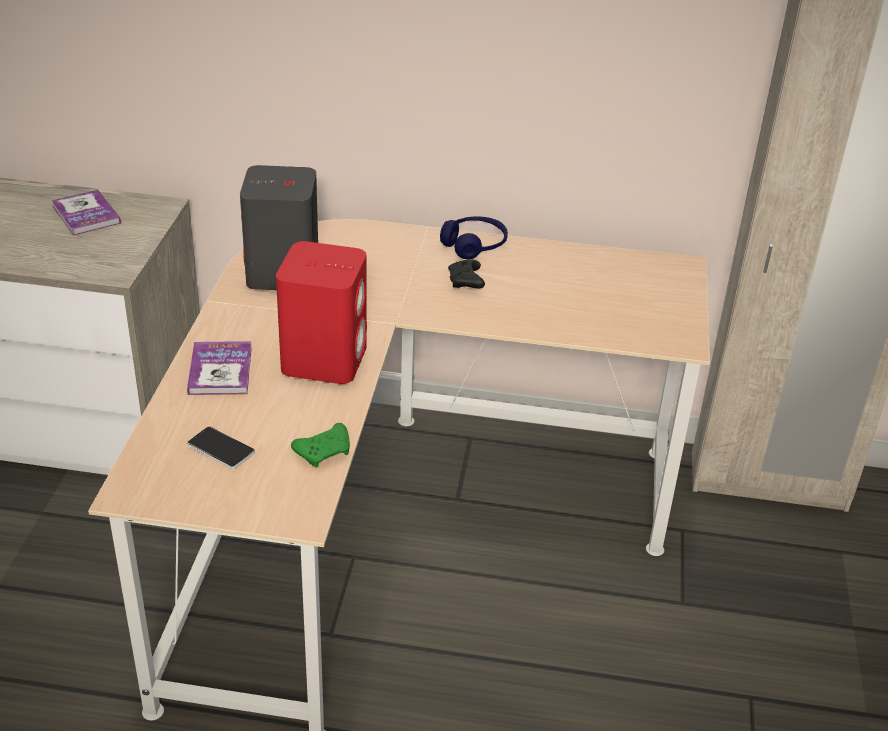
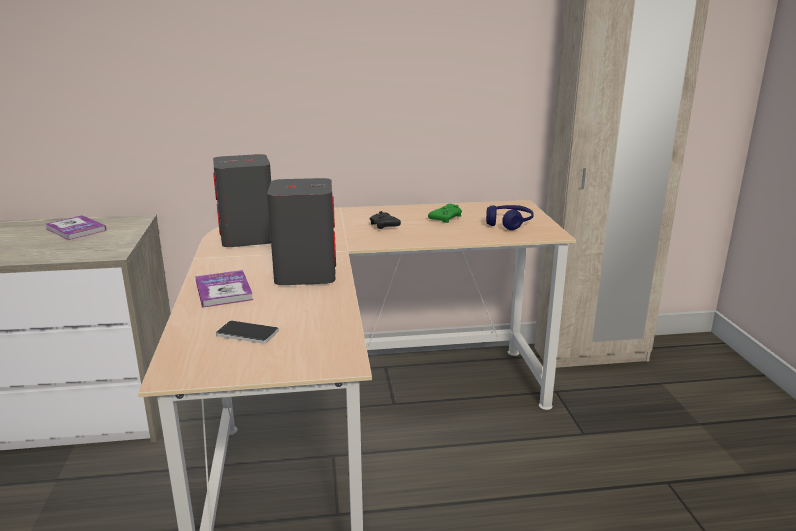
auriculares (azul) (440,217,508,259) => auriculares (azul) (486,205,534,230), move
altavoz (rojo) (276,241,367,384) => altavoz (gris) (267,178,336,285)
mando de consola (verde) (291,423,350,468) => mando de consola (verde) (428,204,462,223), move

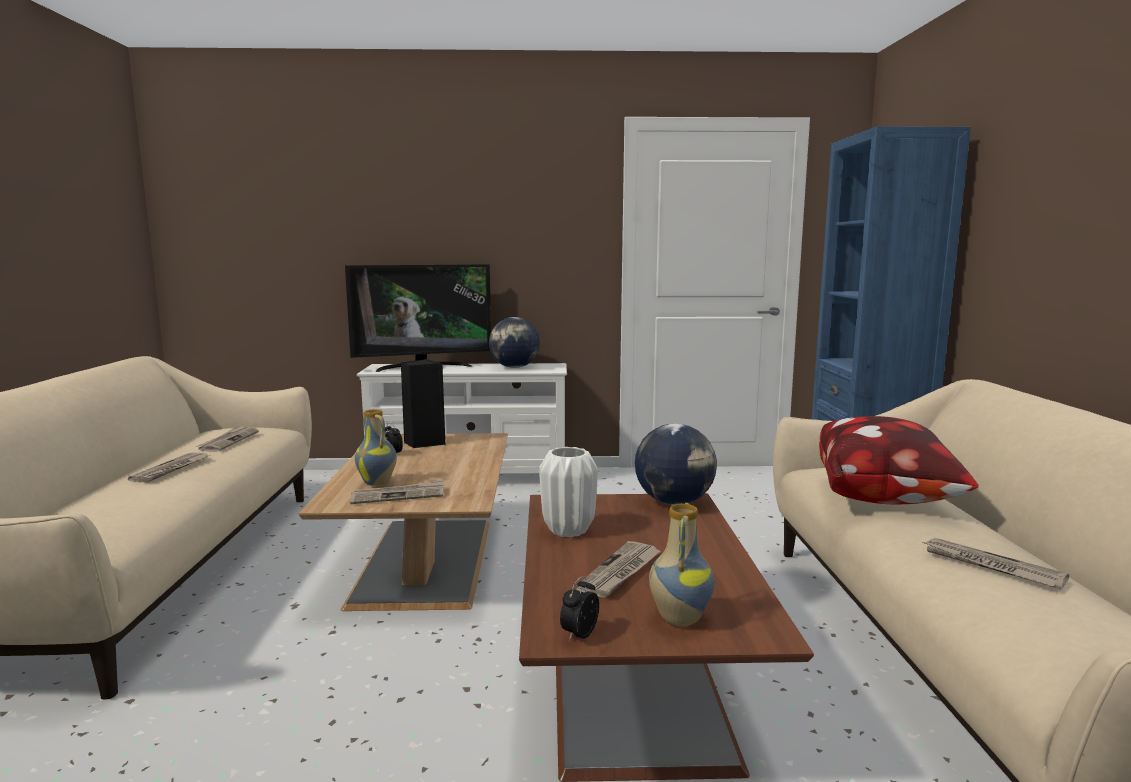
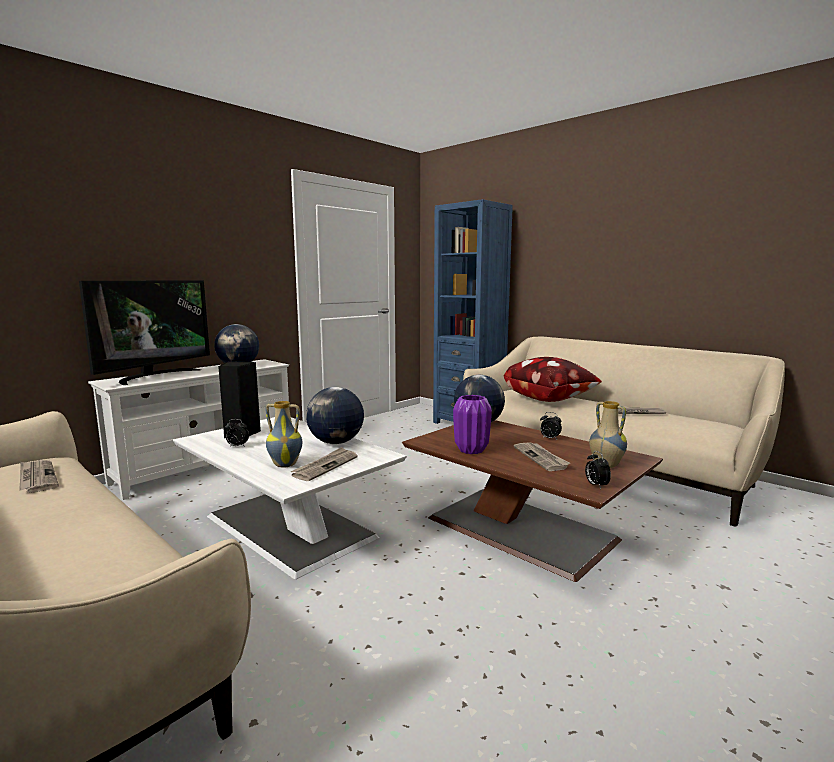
mesa de centro (marrón) (299,433,508,611) => mesa de centro (blanco) (173,417,407,579)
florero (blanco) (539,447,598,537) => florero (morado) (453,395,492,454)
periódico (128,452,209,482) => nothing
nothing => globo terráqueo (306,387,364,444)
nothing => despertador (540,412,562,439)

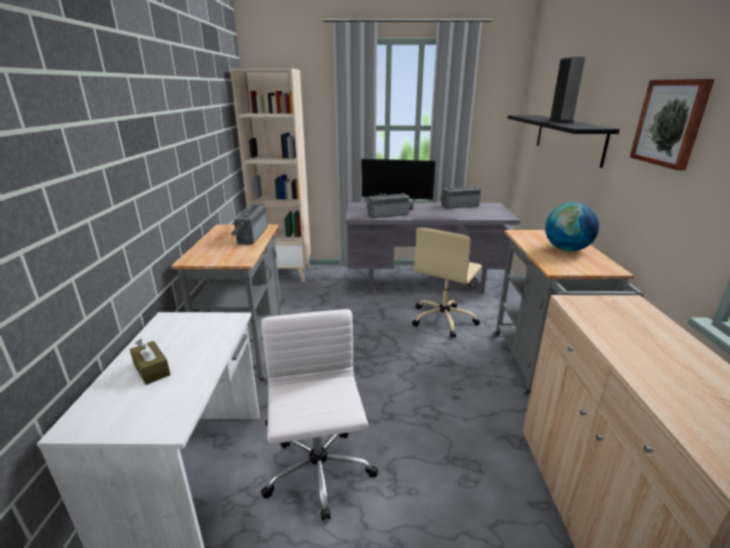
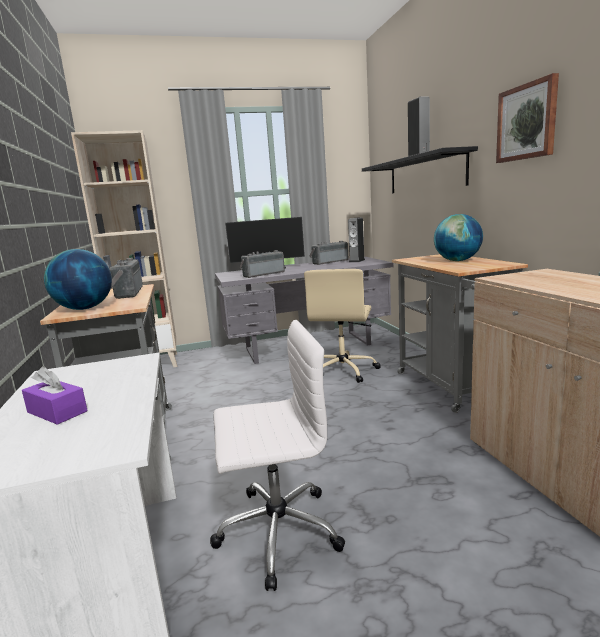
silla de oficina (blanco) (261,309,378,521) => silla de oficina (blanco) (210,320,345,591), 105 degrees clockwise
caja de pañuelos (marrón) (130,339,171,385) => caja de pañuelos (morado) (22,366,88,425)
nothing => altavoz (348,217,365,262)
nothing => globo terráqueo (44,249,112,310)

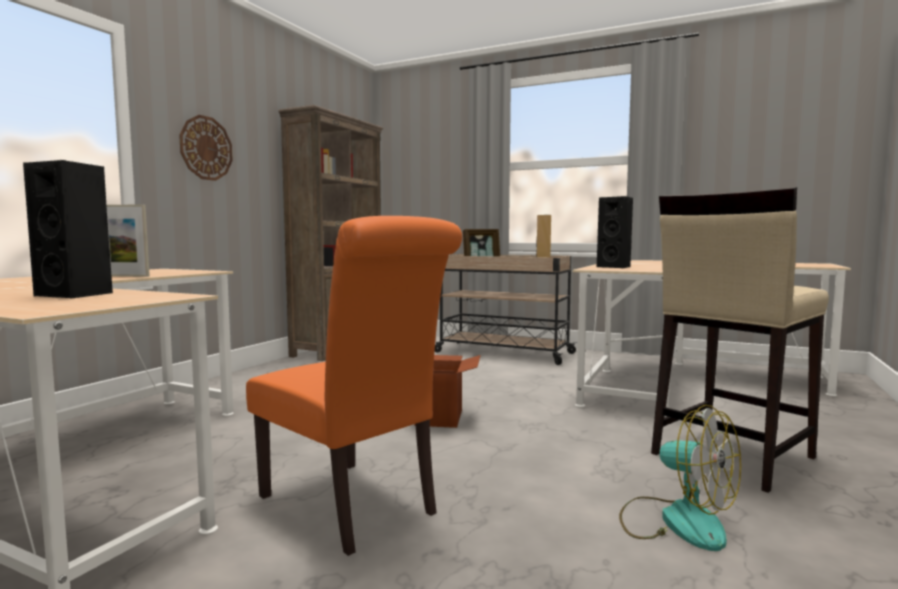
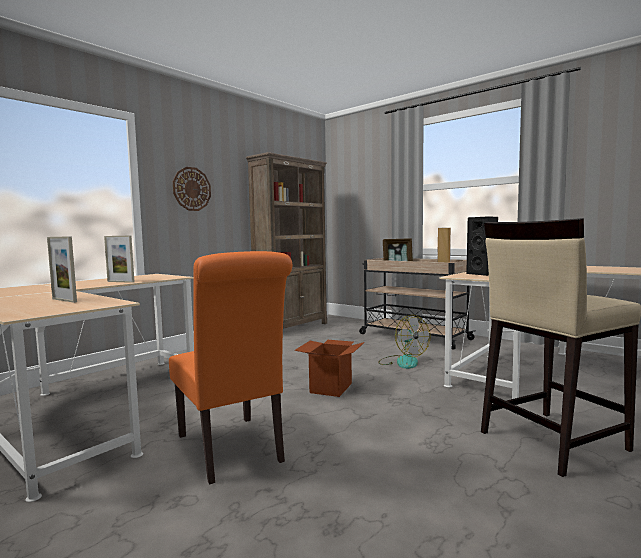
altavoz (negro) (23,160,113,299) => portarretratos (47,236,77,303)
ventilador (619,405,741,551) => ventilador (378,315,431,369), move

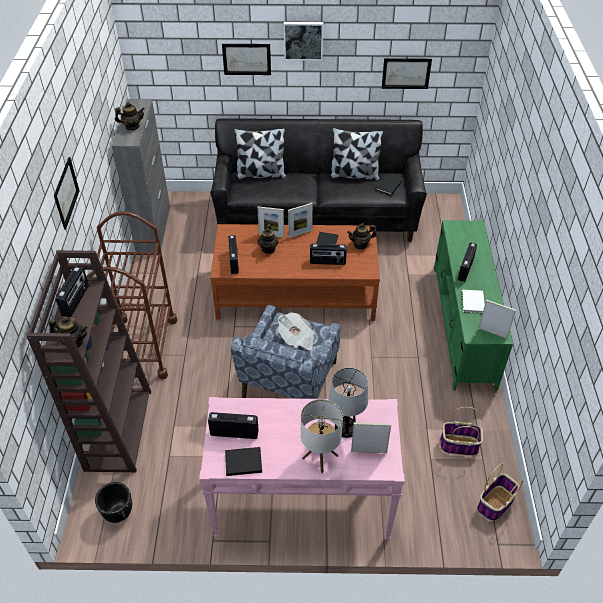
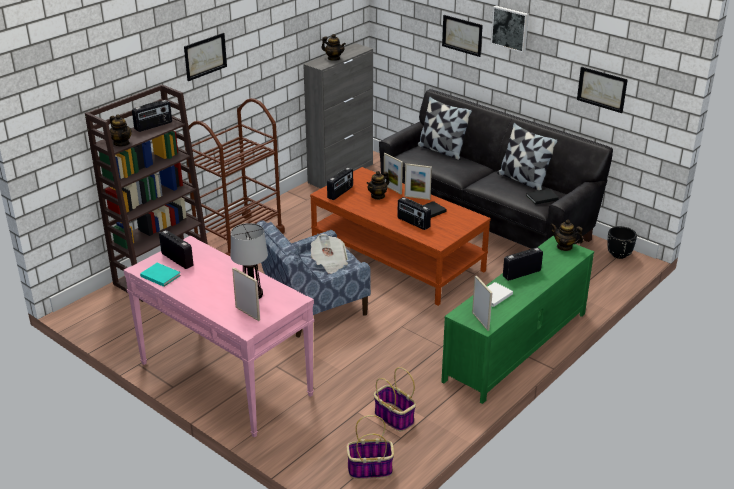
tetera (347,223,376,249) => tetera (551,220,583,251), move
lámpara de mesa (301,399,343,473) => nothing
libro (negro) (225,447,262,476) => libro (turquesa) (140,263,181,287)
maceta (negro) (95,482,132,523) => maceta (negro) (607,226,637,259), move

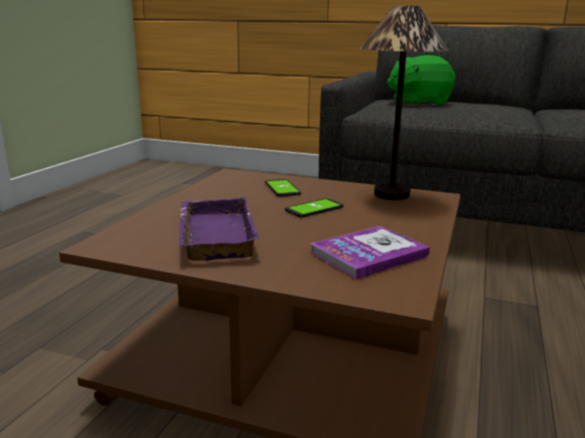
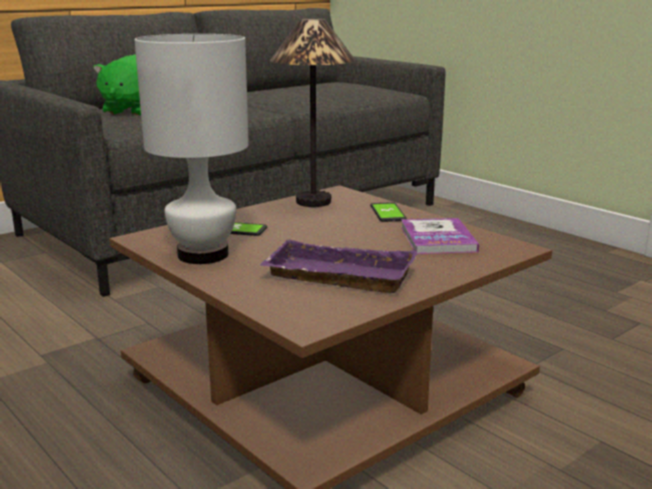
móvil (285,198,344,218) => móvil (370,202,407,222), move
nothing => lámpara de mesa (blanco) (135,34,249,264)

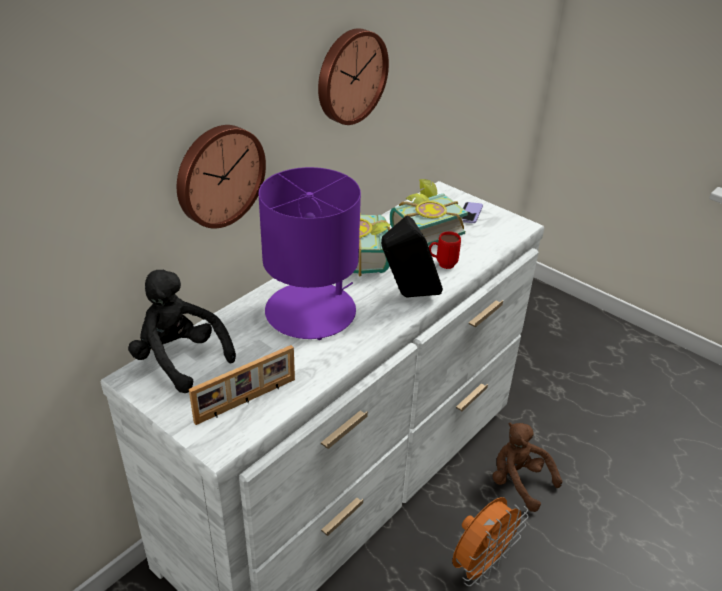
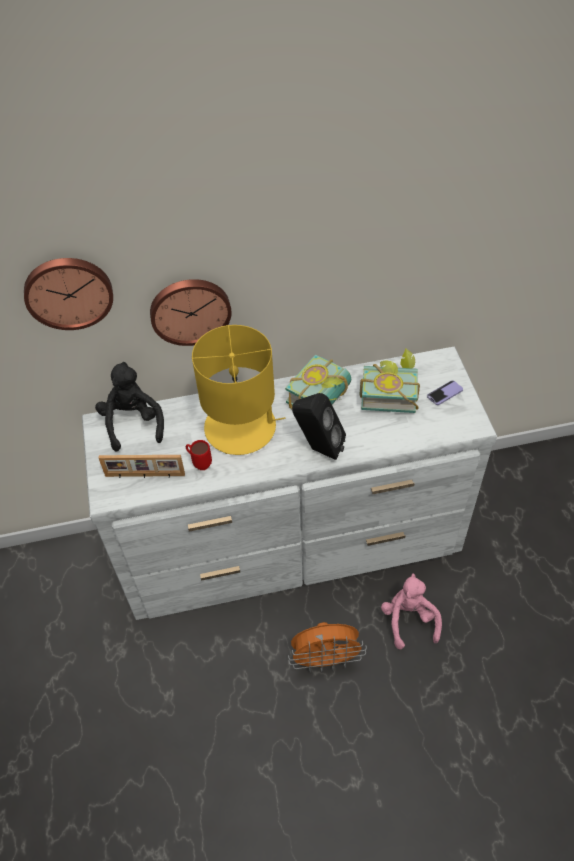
reloj de pared (318,28,389,125) => reloj de pared (24,258,113,330), move
lámpara de mesa (morado) (258,167,361,340) => lámpara de mesa (amarillo) (192,325,286,455)
taza grande (rojo) (429,231,461,269) => taza grande (rojo) (186,440,212,470), move
peluche (marrón) (493,423,563,512) => peluche (rosa) (381,574,442,650)

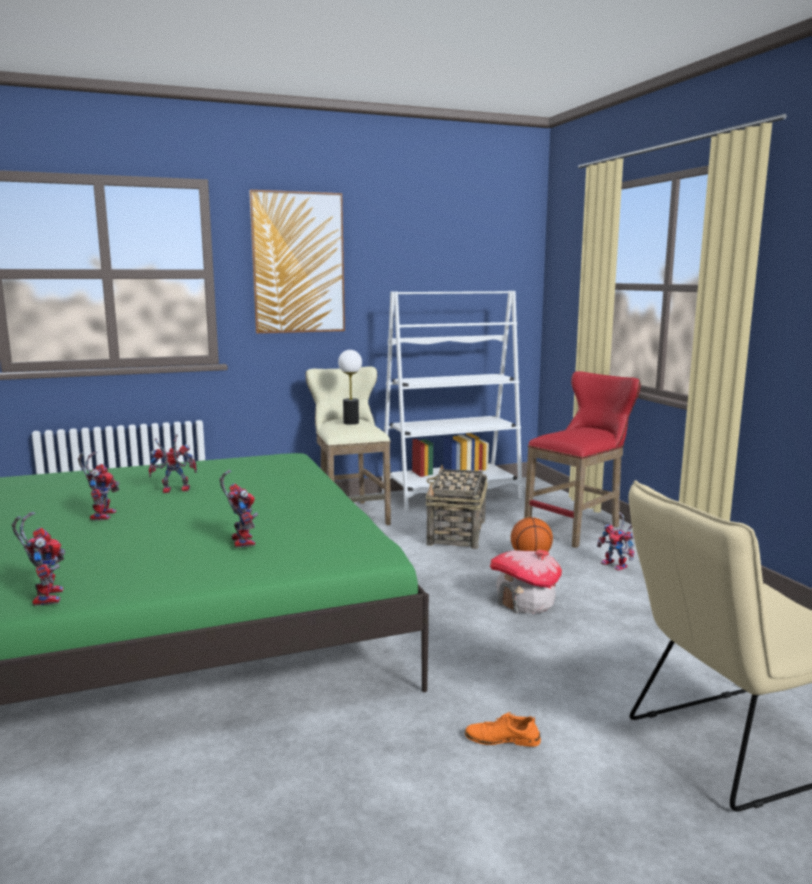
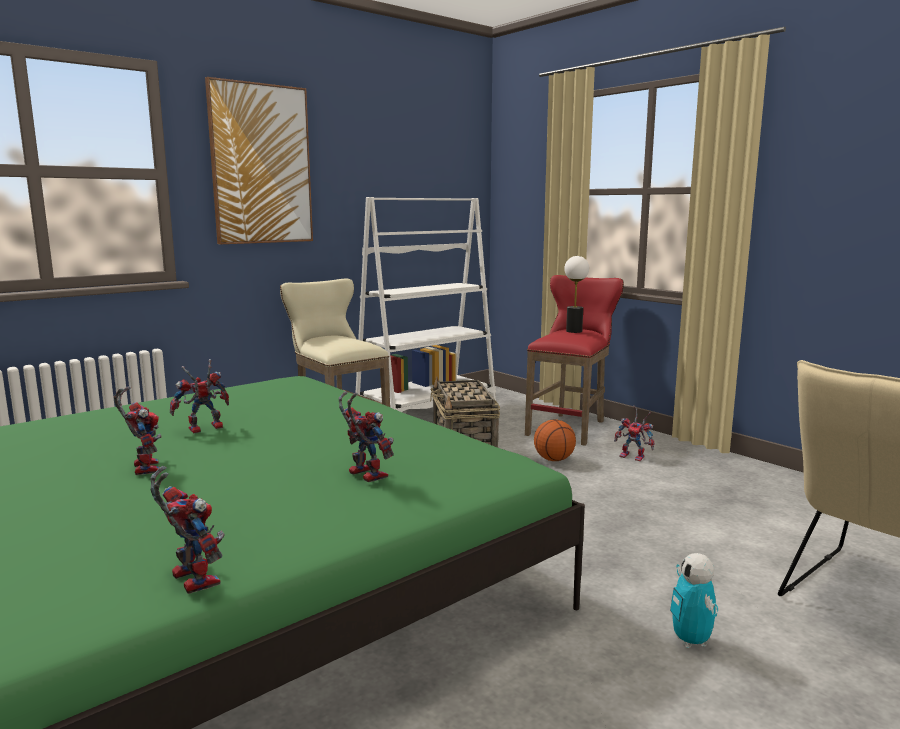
lámpara de mesa (338,350,362,425) => lámpara de mesa (564,256,589,333), move
casita (490,550,562,613) => nothing
zapato (naranja) (465,712,541,747) => robot de juguete (670,553,718,648)

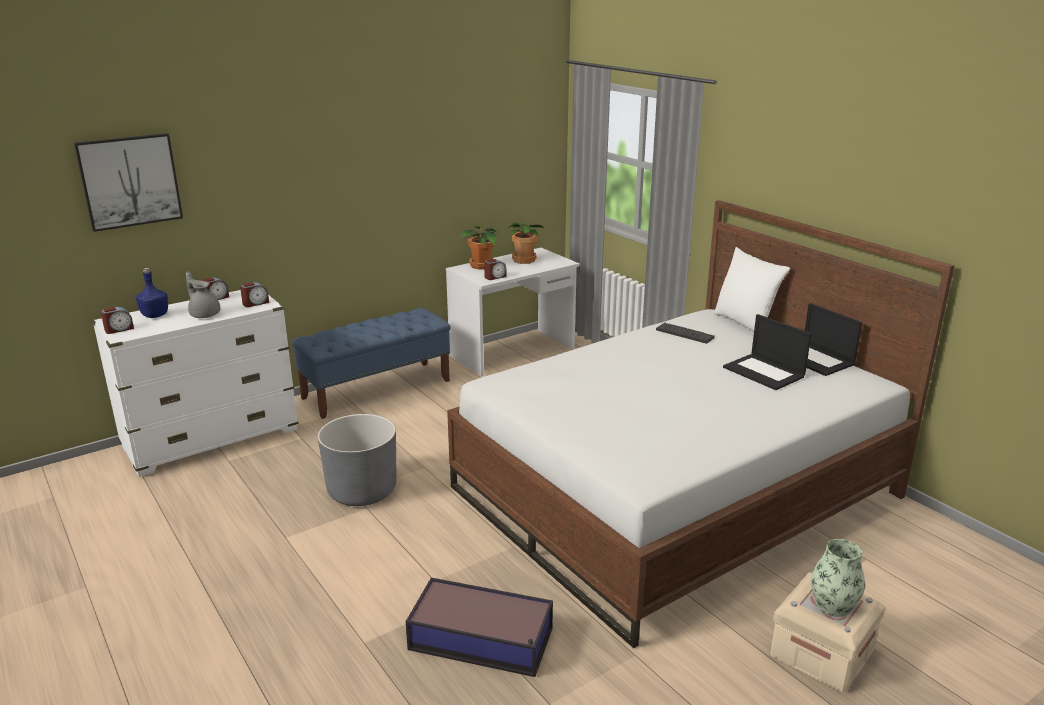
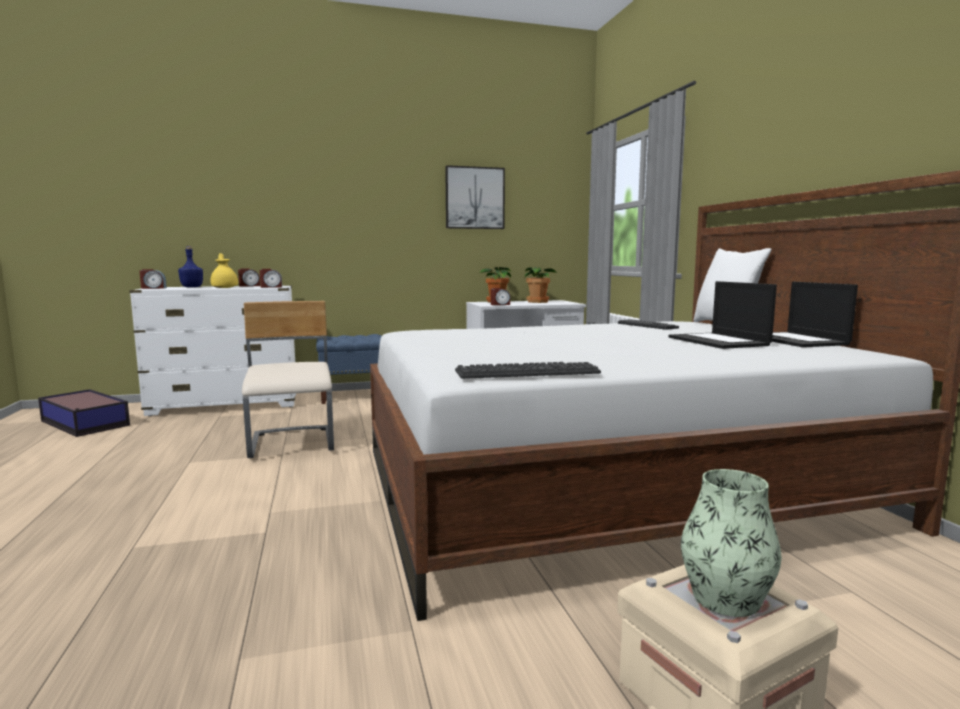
cuadro (74,133,183,232) => cuadro (445,165,505,229), move
tetera (gris) (186,271,220,318) => tetera (amarillo) (211,253,238,288)
maceta (gris) (318,414,396,506) => silla (beis) (242,301,334,458)
caja de almacenaje (406,578,553,677) => caja de almacenaje (38,389,130,437), move
nothing => teclado (455,362,601,379)

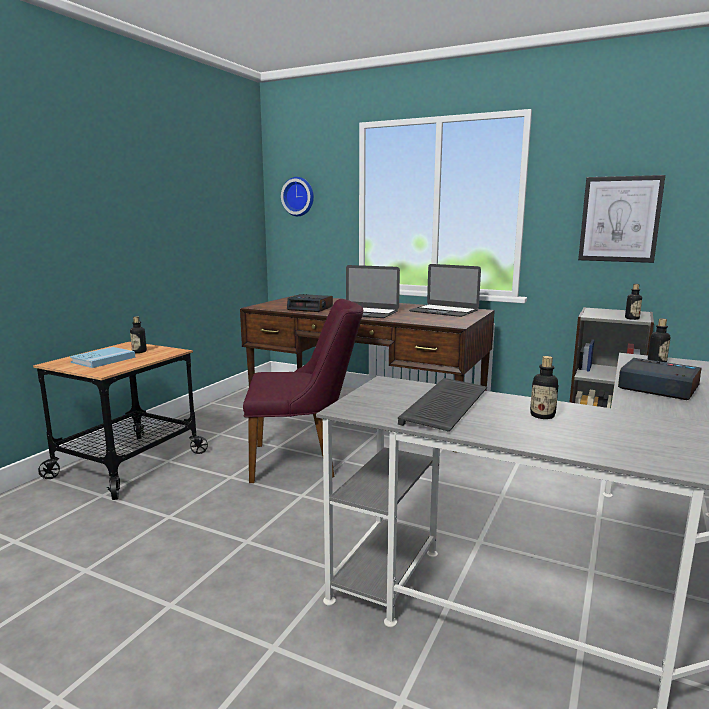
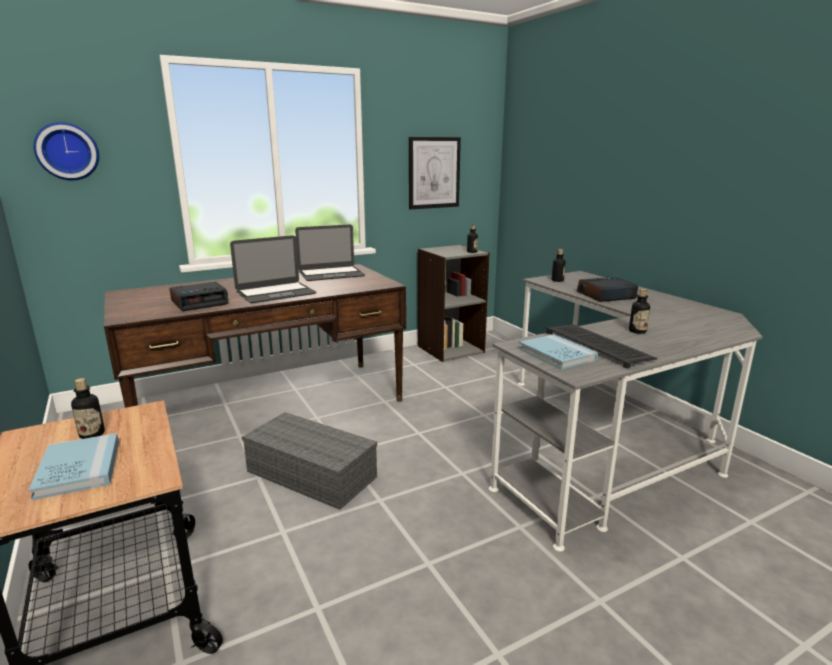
silla (morado) (243,299,363,483) => caja de almacenaje (gris) (242,412,377,510)
nothing => libro (azul) (519,334,598,370)

